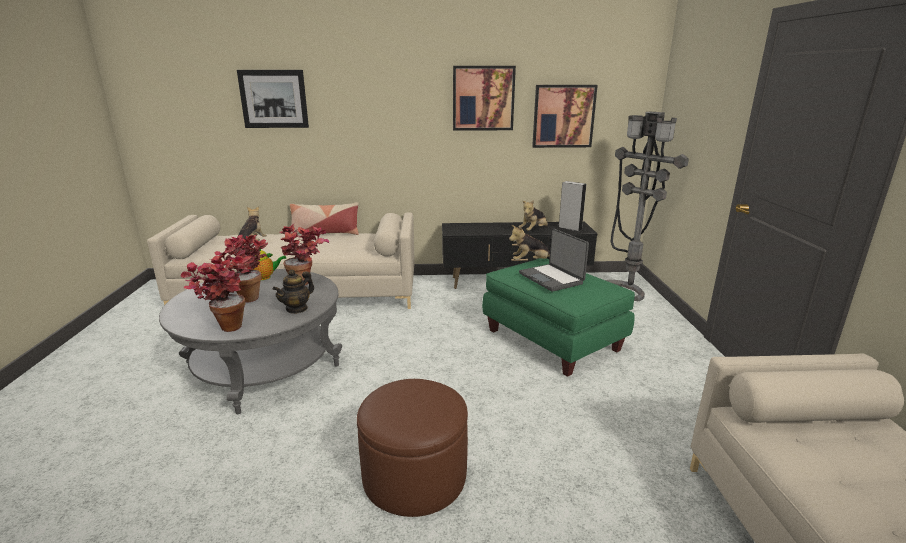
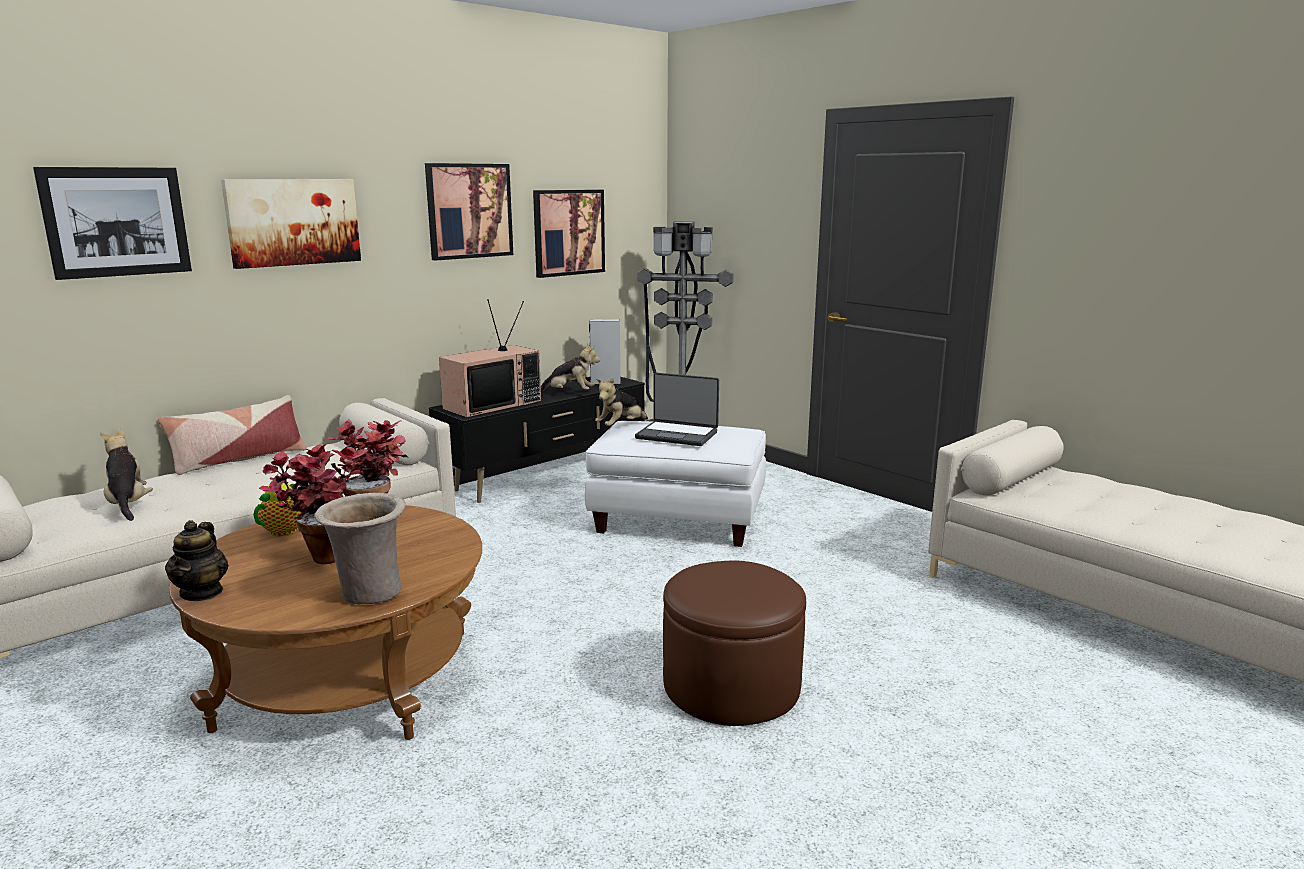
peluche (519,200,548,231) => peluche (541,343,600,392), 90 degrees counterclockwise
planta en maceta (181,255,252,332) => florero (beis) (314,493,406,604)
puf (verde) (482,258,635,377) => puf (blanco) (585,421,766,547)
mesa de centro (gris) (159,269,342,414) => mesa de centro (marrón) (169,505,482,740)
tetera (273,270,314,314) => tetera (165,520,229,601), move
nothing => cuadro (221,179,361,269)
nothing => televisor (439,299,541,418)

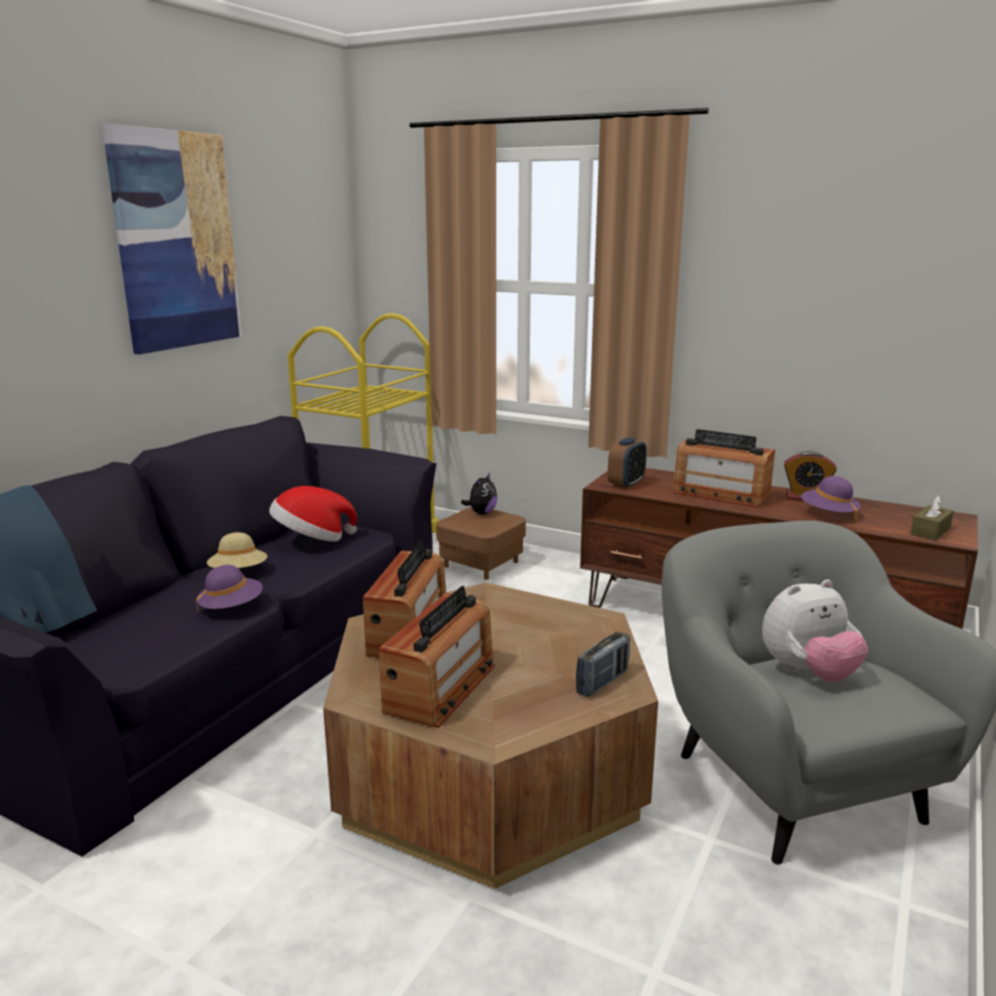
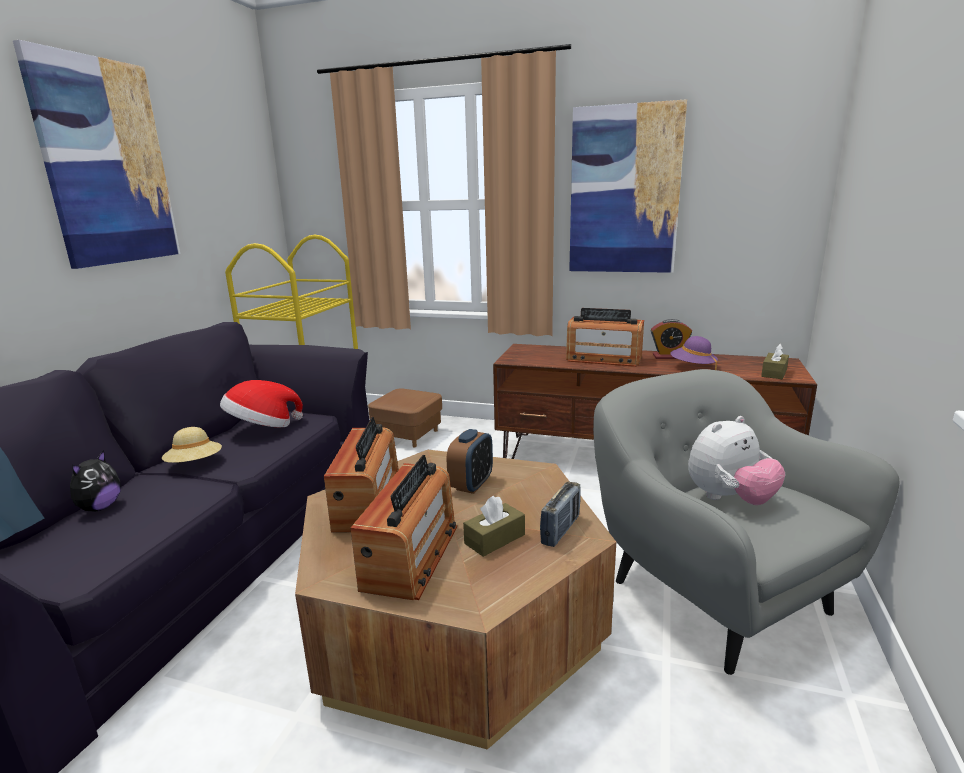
despertador (608,437,647,489) => despertador (447,429,493,494), move
peluche (461,473,497,515) => peluche (70,450,121,511), move
sombrero (morado) (196,565,263,612) => nothing
nothing => cuadro (569,99,687,273)
nothing => caja de pañuelos (marrón) (463,496,525,557)

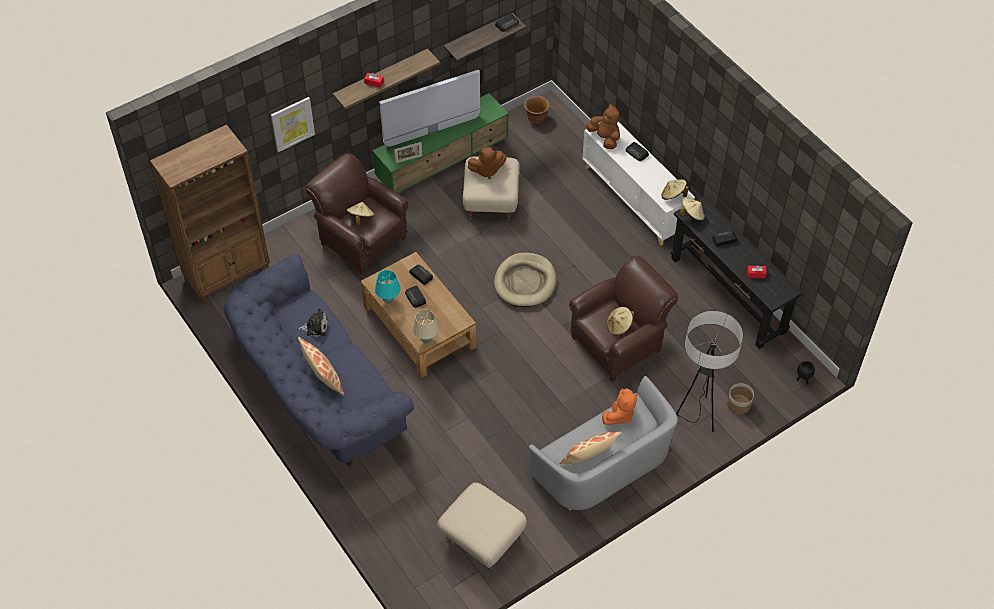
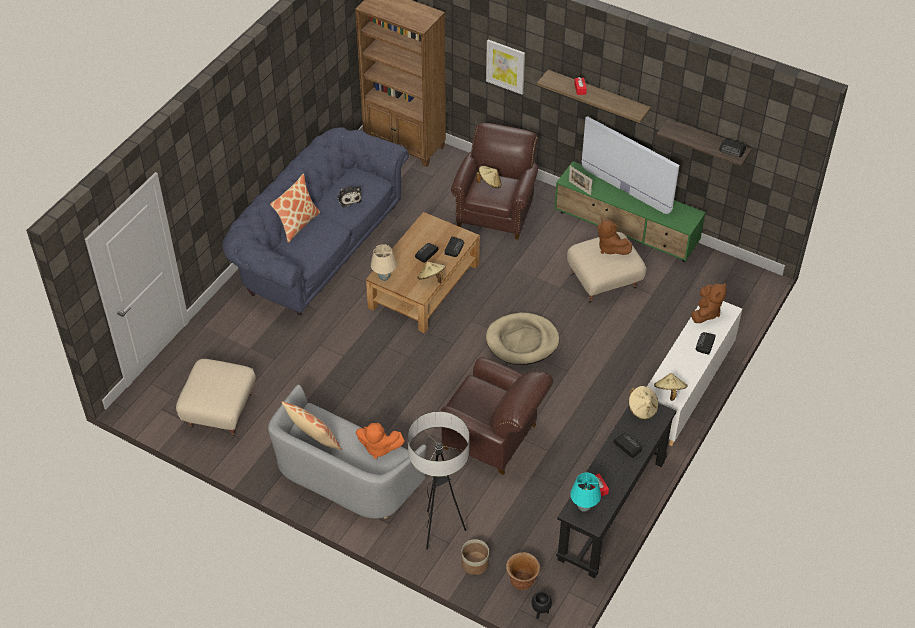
maceta (marrón) (524,96,550,124) => maceta (marrón) (506,552,540,590), move
lámpara de mesa (turquesa) (375,270,400,304) => lámpara de mesa (turquesa) (570,473,601,512), move
sombrero (beis) (607,307,634,336) => sombrero (beis) (418,261,446,283), move

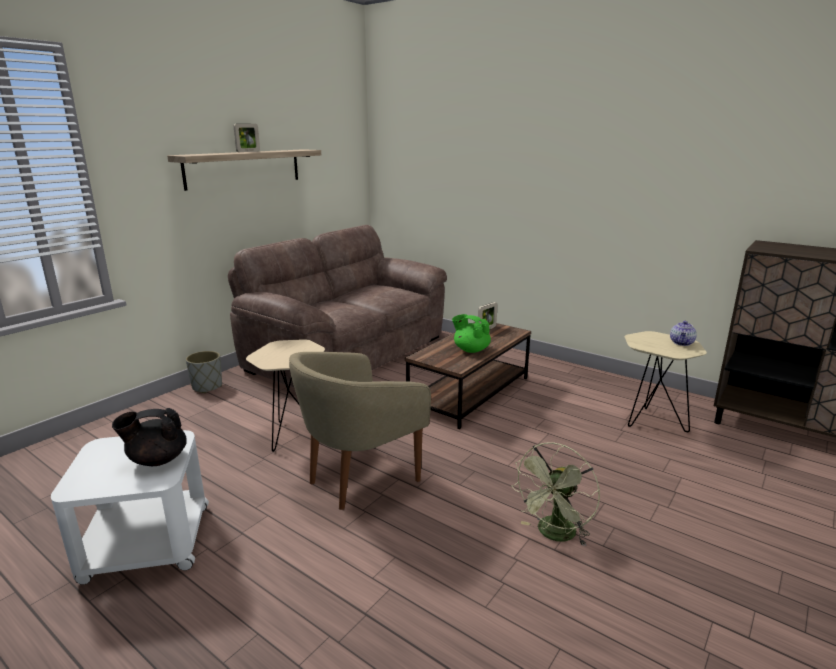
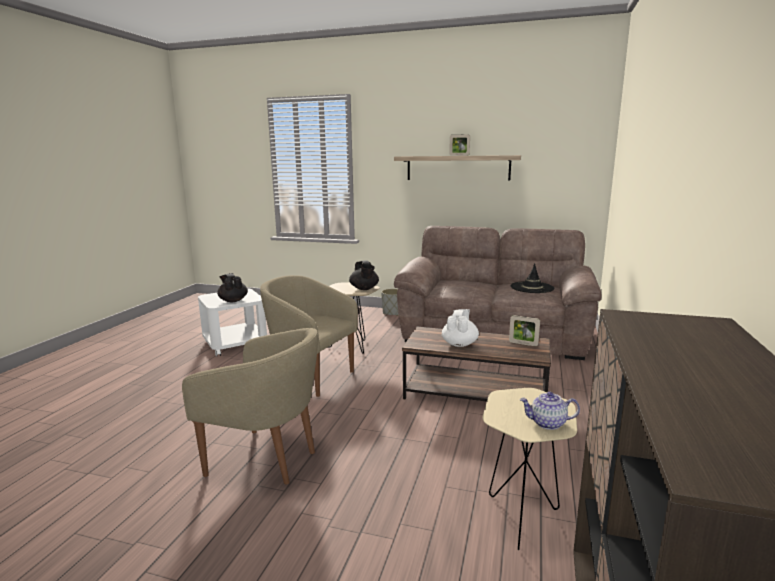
tetera (verde) (452,314,491,353) => tetera (blanco) (442,309,479,347)
ventilador (verde) (511,442,600,547) => sillón (beis) (182,328,318,484)
nothing => tetera (negro) (349,261,379,290)
nothing => sombrero (negro) (511,263,554,293)

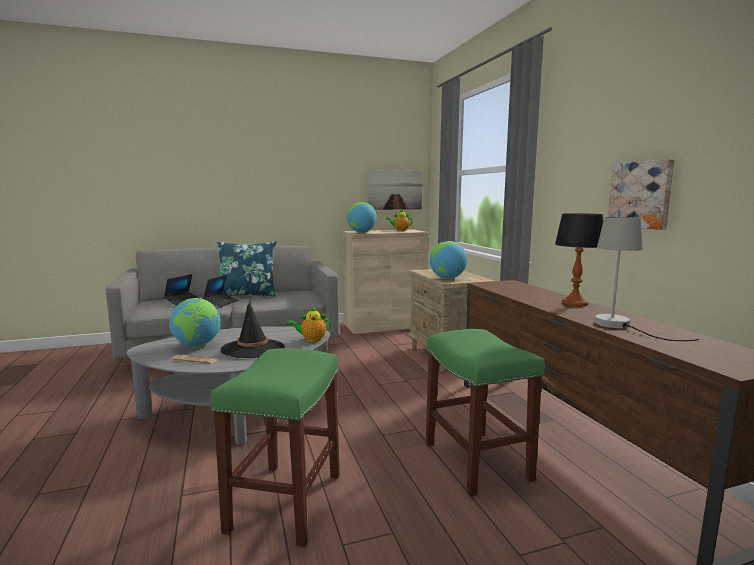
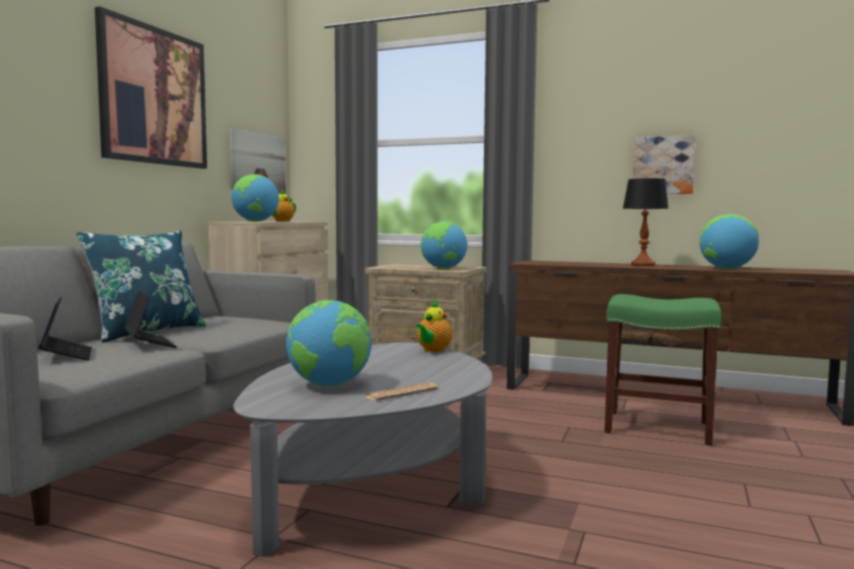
lámpara de mesa (gris) (595,217,699,341) => globo terráqueo (699,214,759,269)
sombrero (negro) (221,301,285,358) => nothing
taburete (verde) (211,348,340,547) => nothing
nothing => cuadro (95,7,207,169)

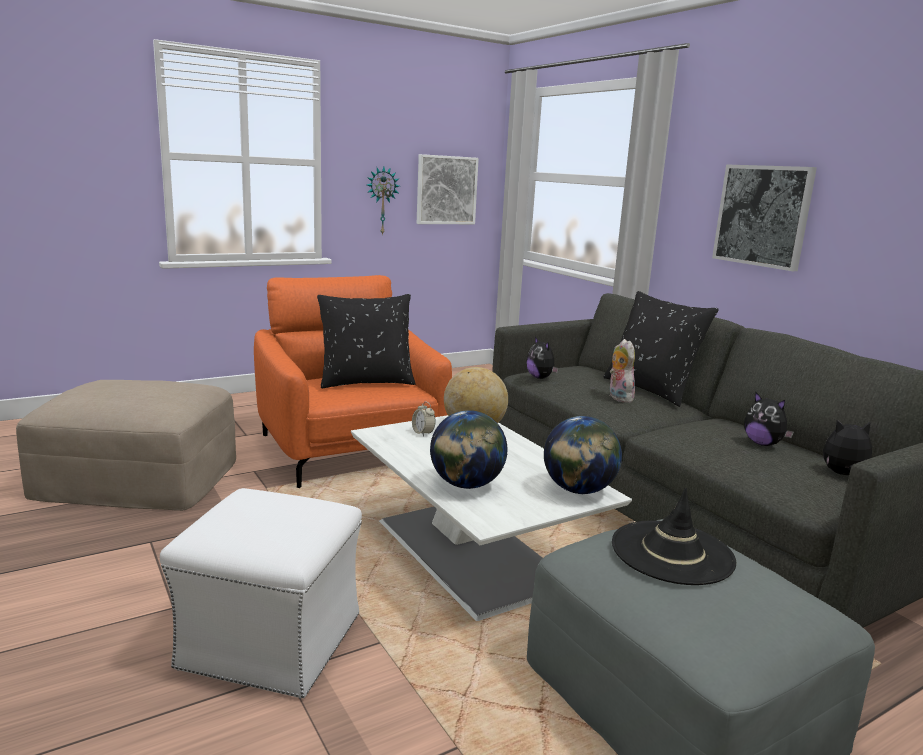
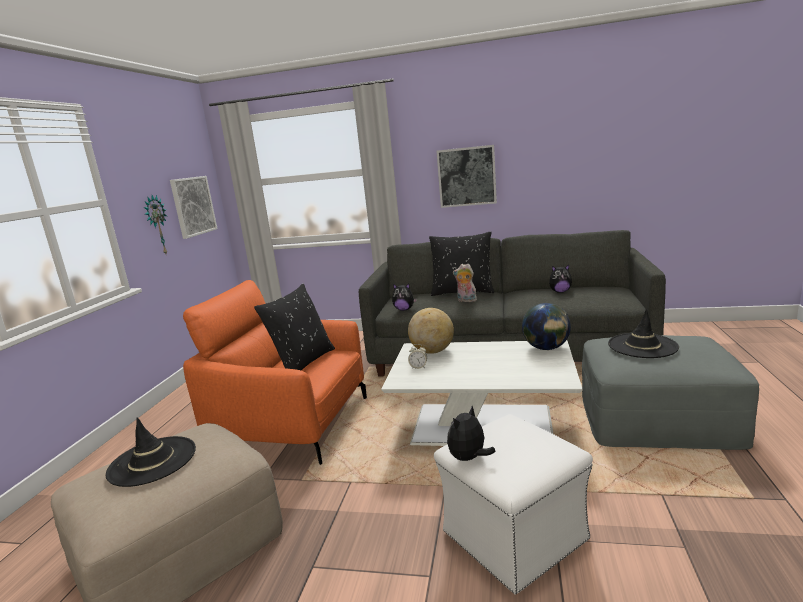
globo terráqueo (430,410,508,489) => nothing
peluche (823,420,872,475) => peluche (447,406,496,461), move
nothing => sombrero (negro) (106,417,196,487)

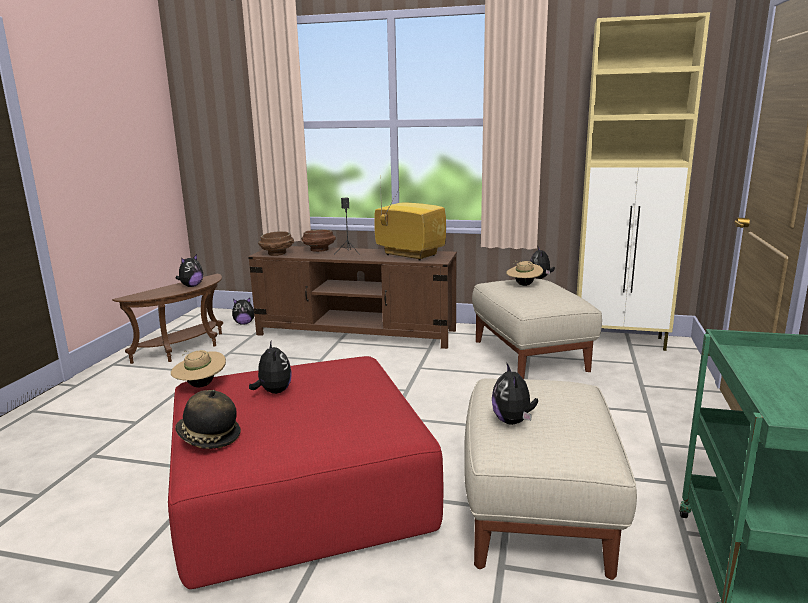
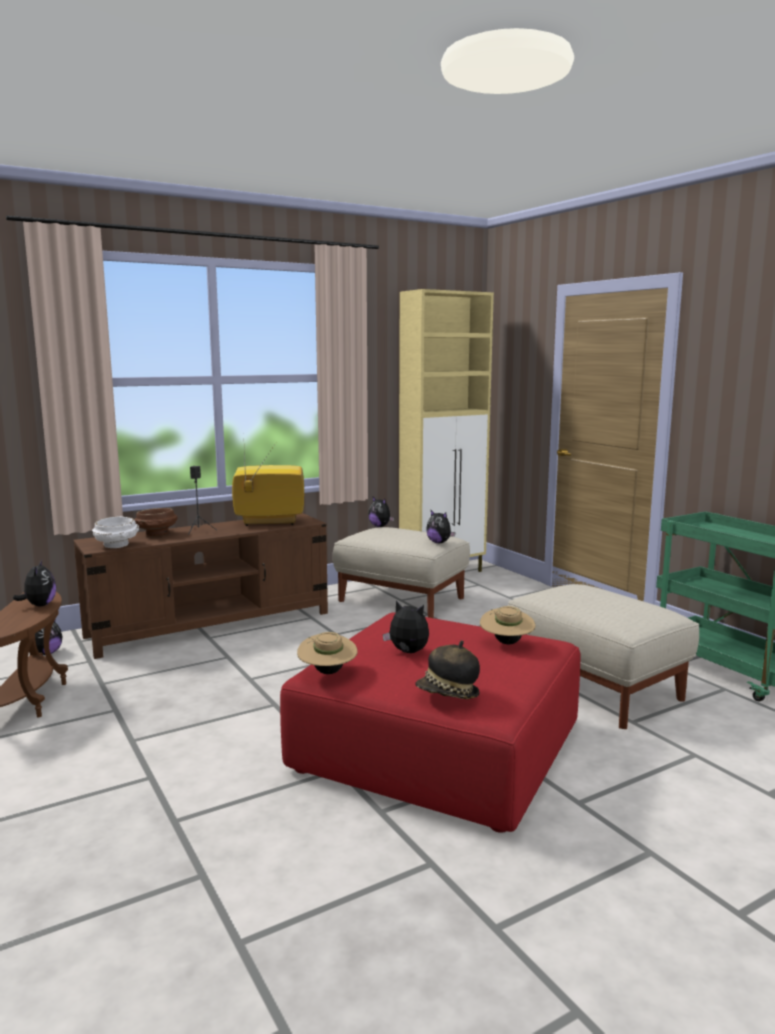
cuenco (marrón) (258,231,294,256) => cuenco (blanco) (92,516,139,548)
sombrero (beis) (506,261,543,286) => sombrero (beis) (480,606,536,644), move
peluche (492,363,538,425) => peluche (426,510,456,543), move

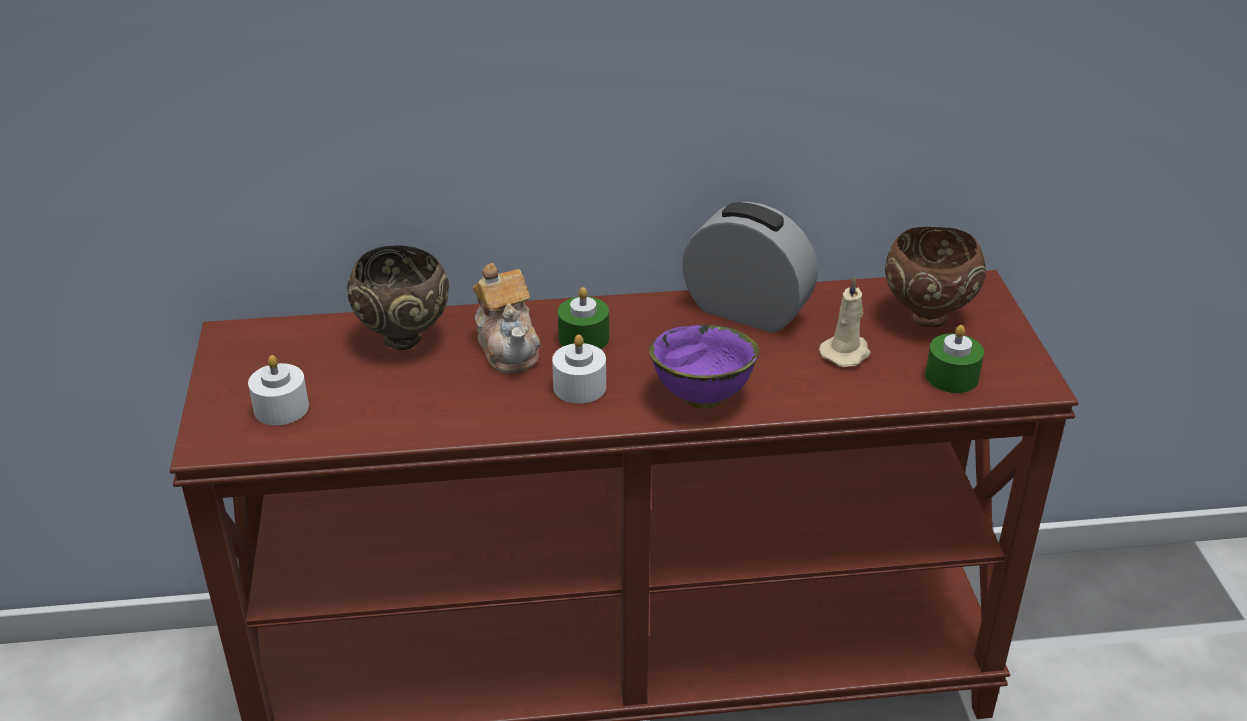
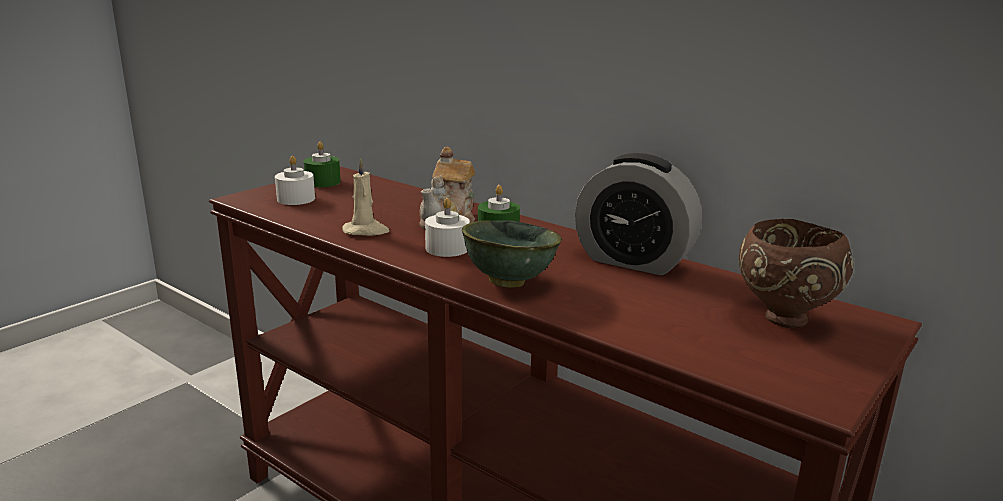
despertador (682,202,818,333) => despertador (575,153,702,275), 135 degrees clockwise
cuenco (marrón) (347,245,449,350) => nothing
vela (beis) (819,276,871,367) => vela (beis) (342,158,390,236), move
cuenco (morado) (649,325,759,408) => cuenco (verde) (462,220,562,288)
vela (verde) (925,325,984,393) => vela (verde) (304,142,341,187), move

